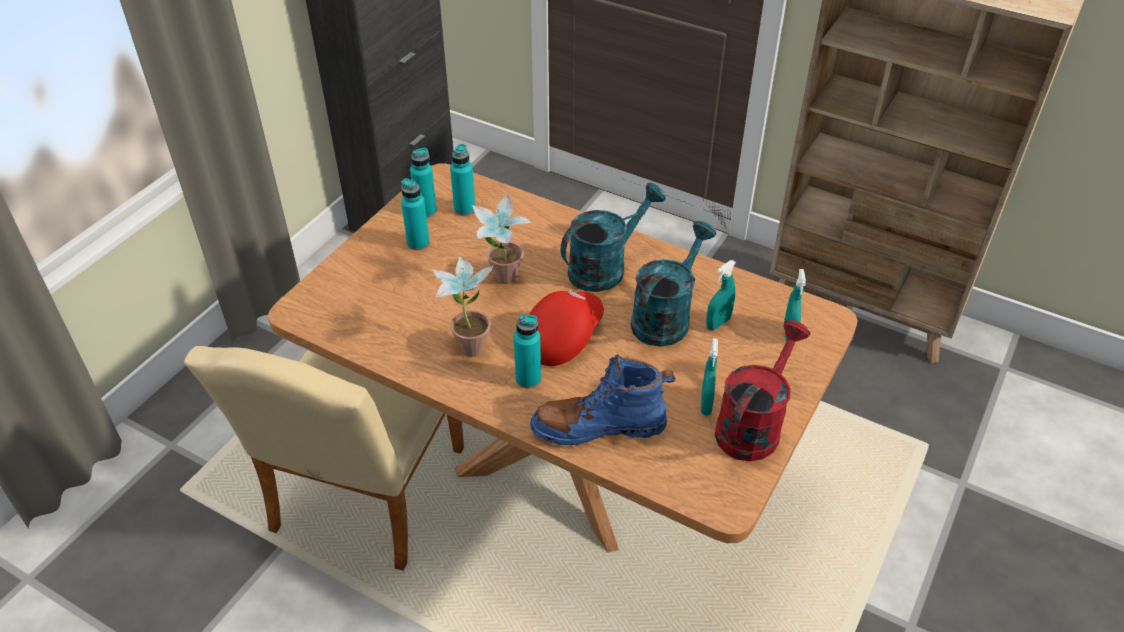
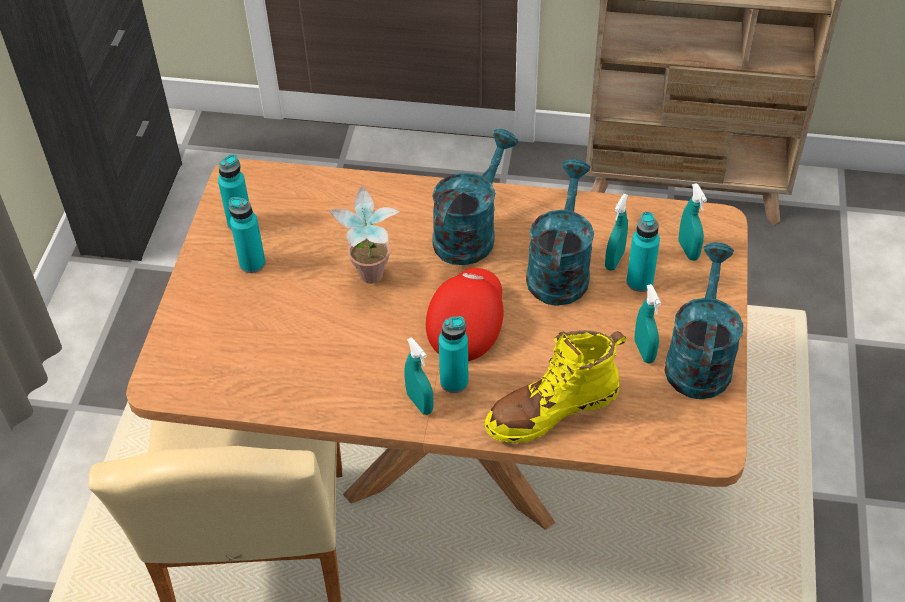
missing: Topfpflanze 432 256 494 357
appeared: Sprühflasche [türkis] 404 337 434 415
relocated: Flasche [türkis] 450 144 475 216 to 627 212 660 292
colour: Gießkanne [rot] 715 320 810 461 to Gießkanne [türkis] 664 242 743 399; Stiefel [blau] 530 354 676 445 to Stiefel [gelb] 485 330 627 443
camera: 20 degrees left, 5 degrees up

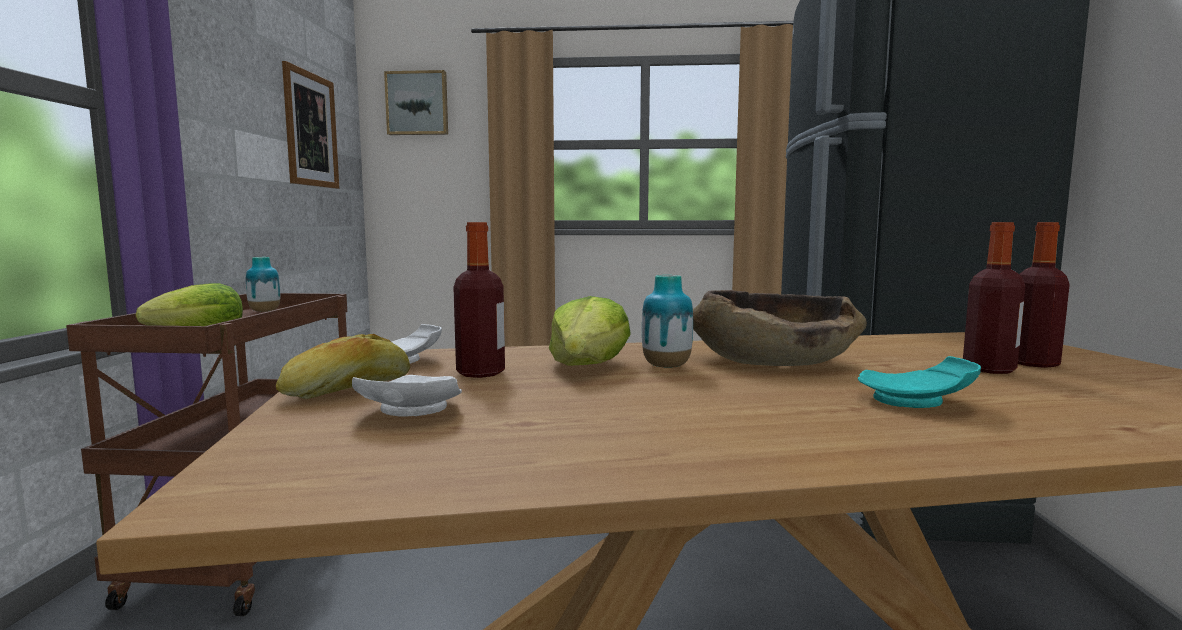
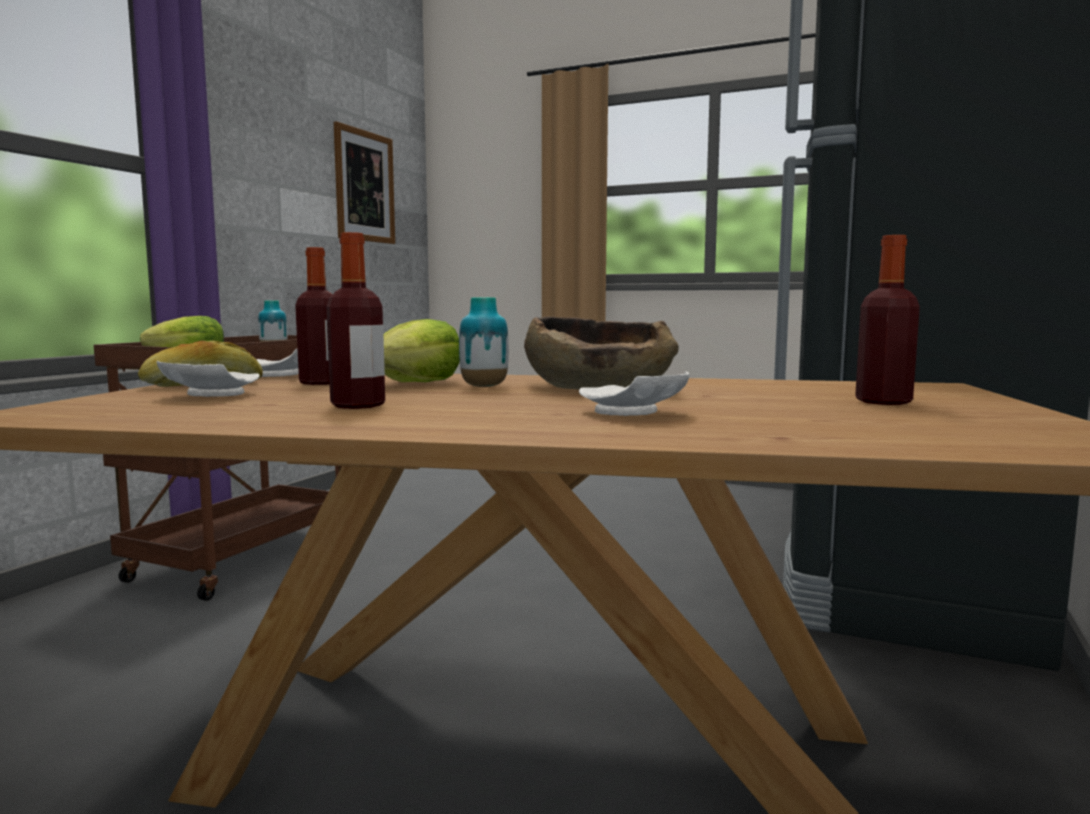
missing: Bild 384 70 448 135
relocated: Flasche 963 222 1025 374 to 326 232 385 409
colour: Teller [türkis] 858 356 981 408 to Teller [weiß] 579 372 689 416
camera: 20 degrees right, 0 degrees up

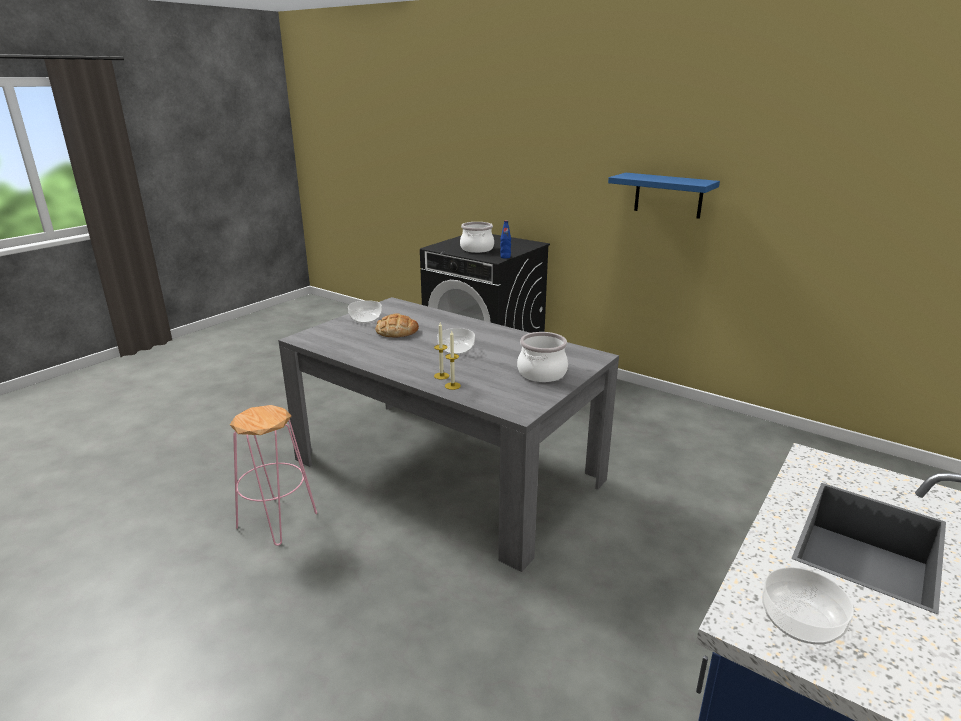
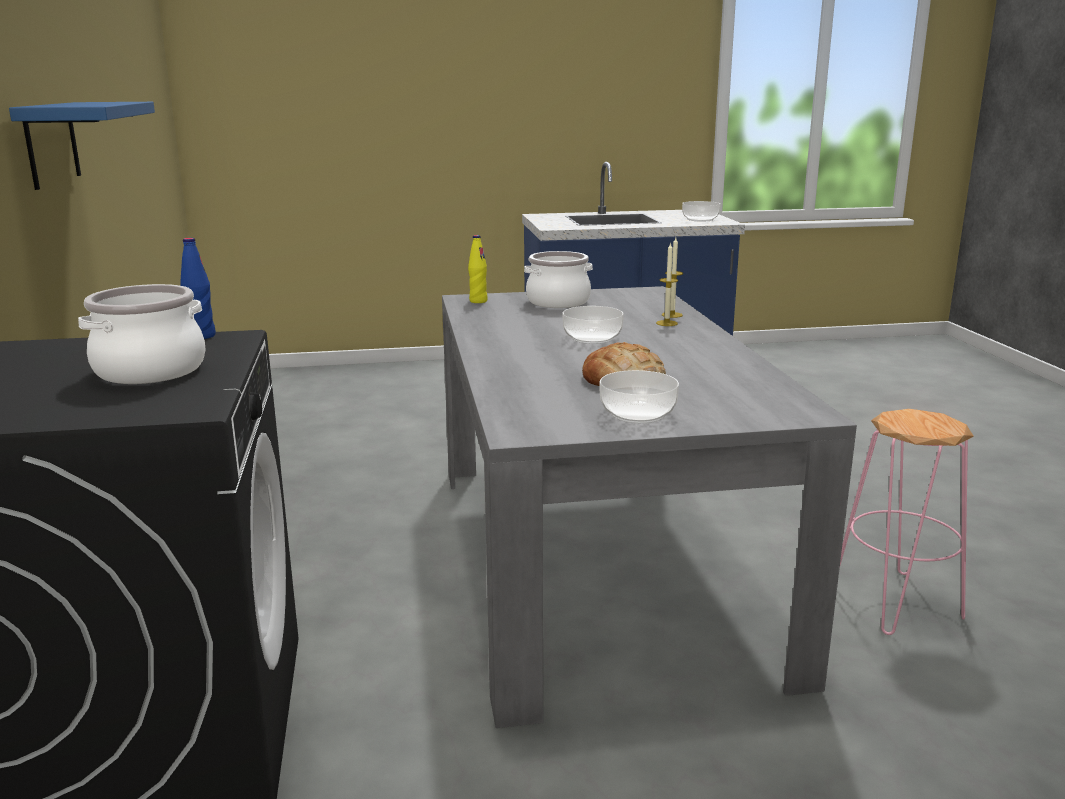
appeared: Flasche [gelb] 468 235 488 303
camera: 135 degrees left, 5 degrees down

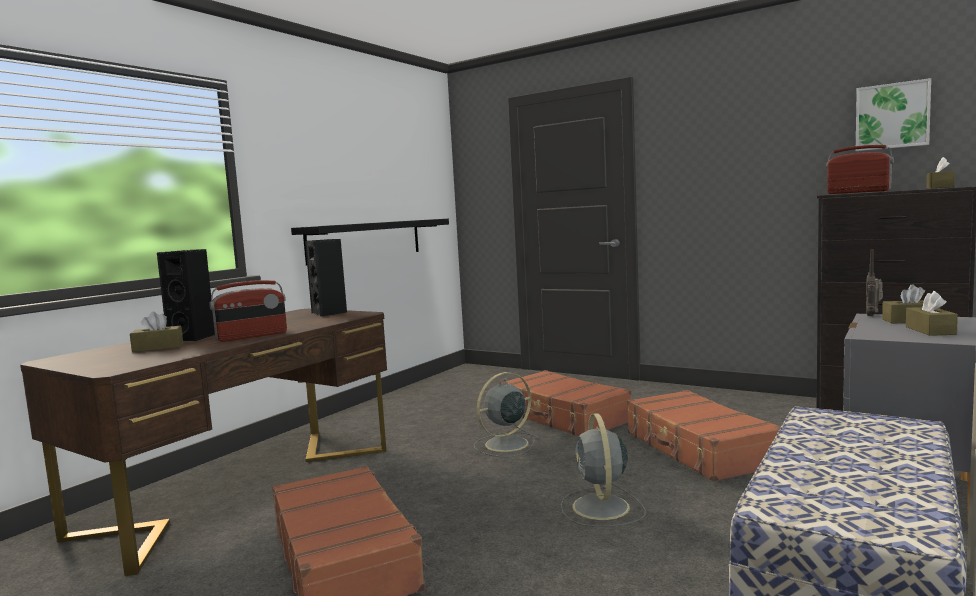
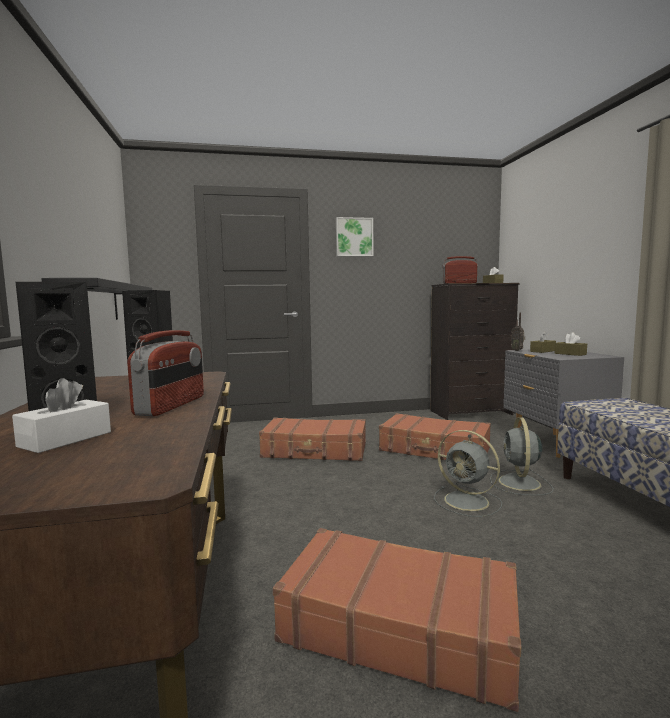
relocated: Bild 856 78 931 151 to 336 217 373 257; Ventilator [grau] 474 372 540 457 to 490 417 553 496
colour: Taschentuchbox [braun] 130 312 183 352 to Taschentuchbox [weiß] 12 378 111 453
camera: 45 degrees left, 0 degrees up

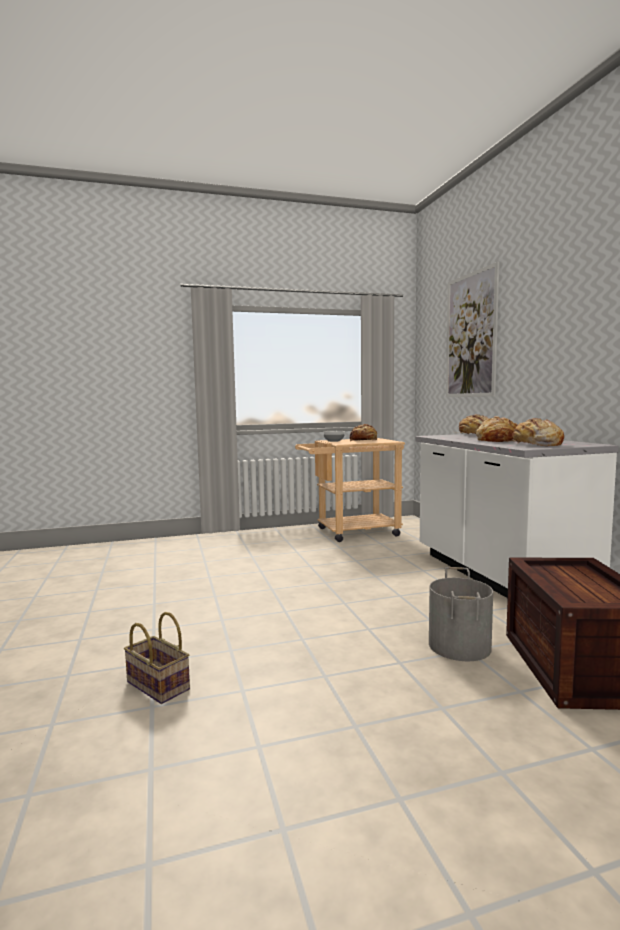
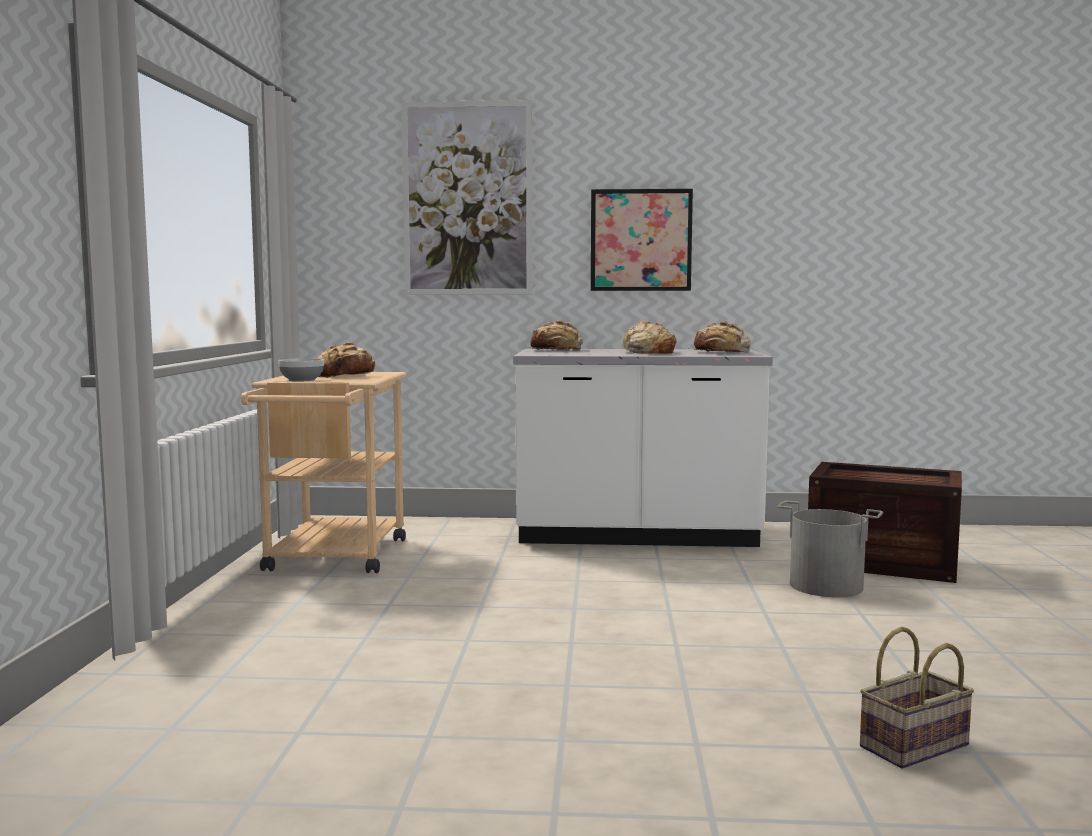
appeared: Bild 591 189 693 291
camera: 70 degrees left, 0 degrees up

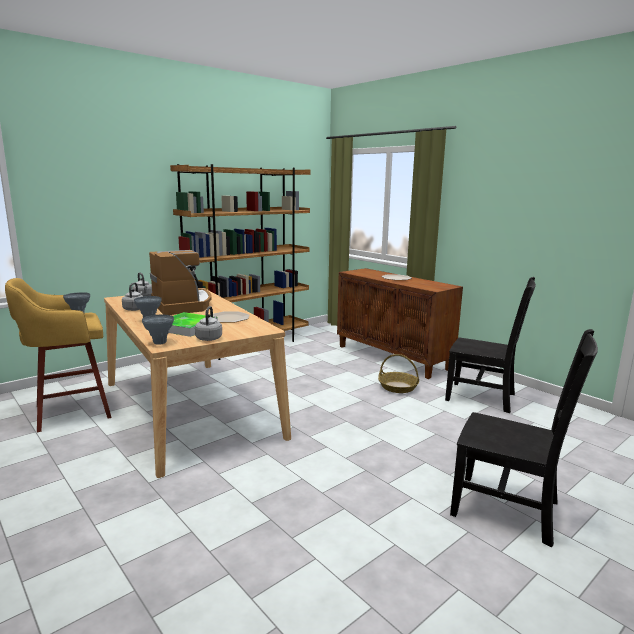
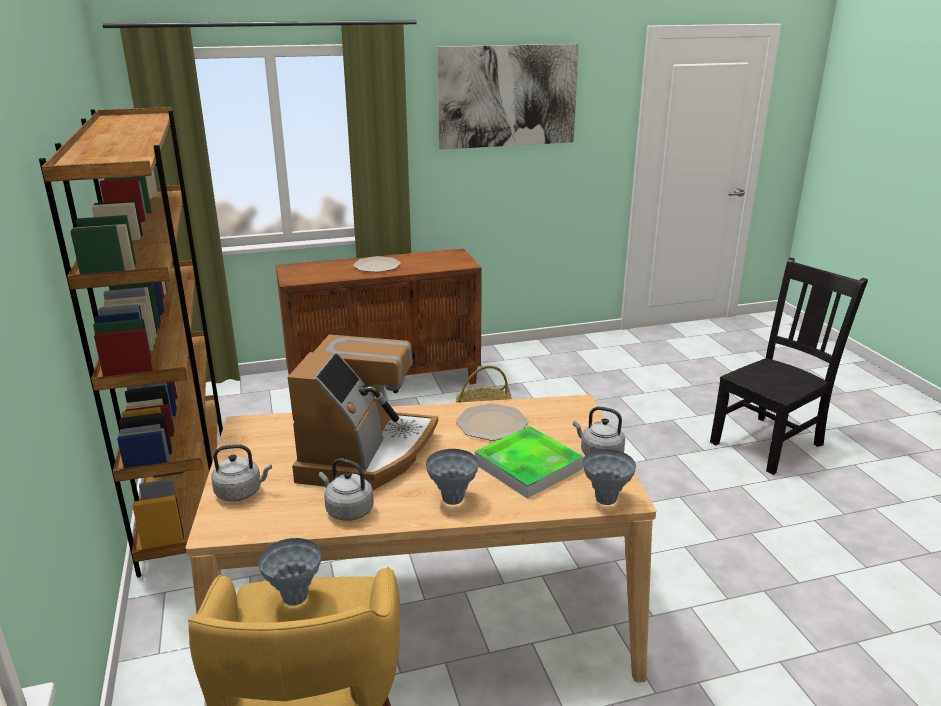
missing: Stuhl [schwarz] 445 277 536 413
appeared: Bild 437 44 579 150
spun: Kaffeemaschine 149 250 212 315 = 288 335 438 490 105 degrees clockwise
camera: 65 degrees left, 10 degrees up

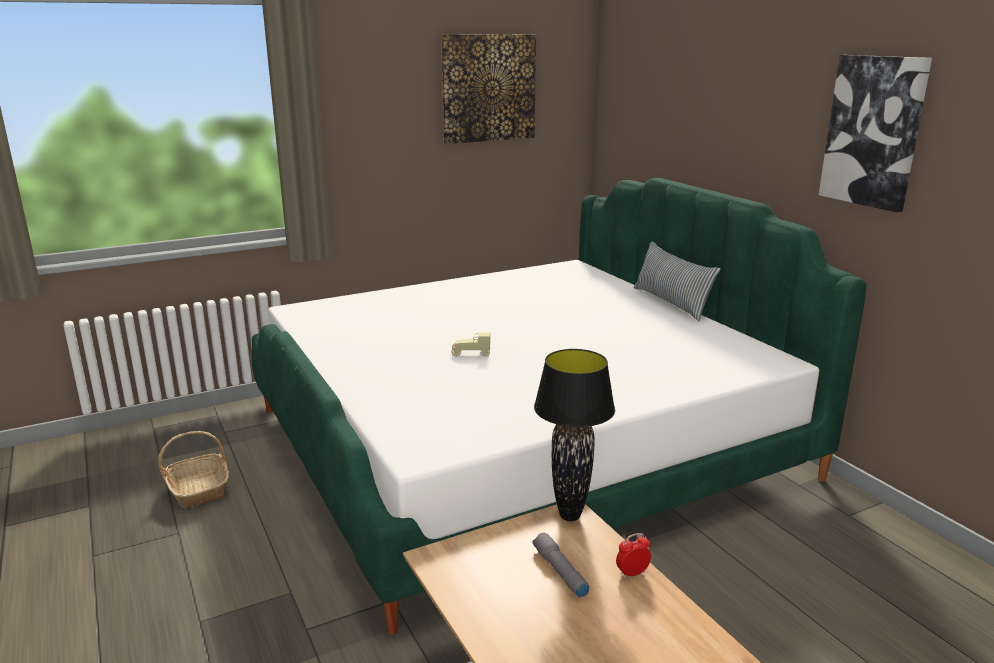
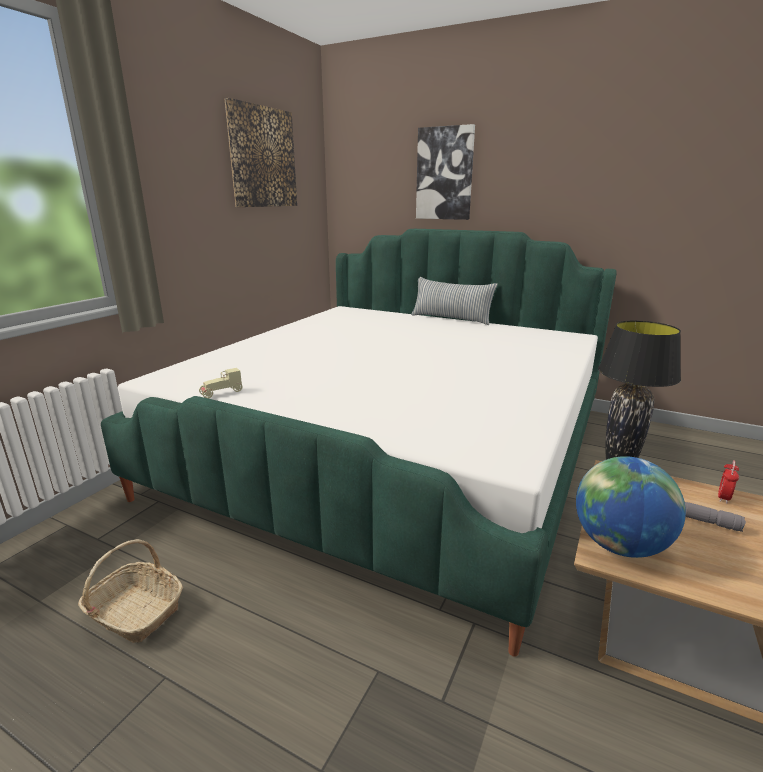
appeared: Globus 576 456 686 558
relocated: Bild 819 55 932 212 to 416 124 475 220; Spielzeugauto [beige] 451 332 490 356 to 199 368 242 398
camera: 35 degrees left, 0 degrees up

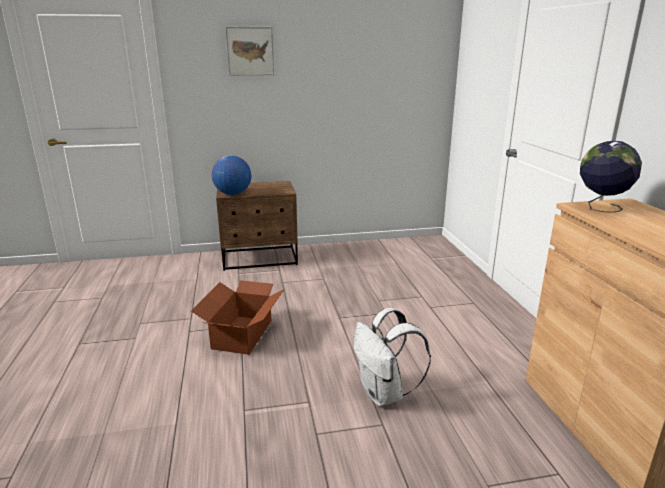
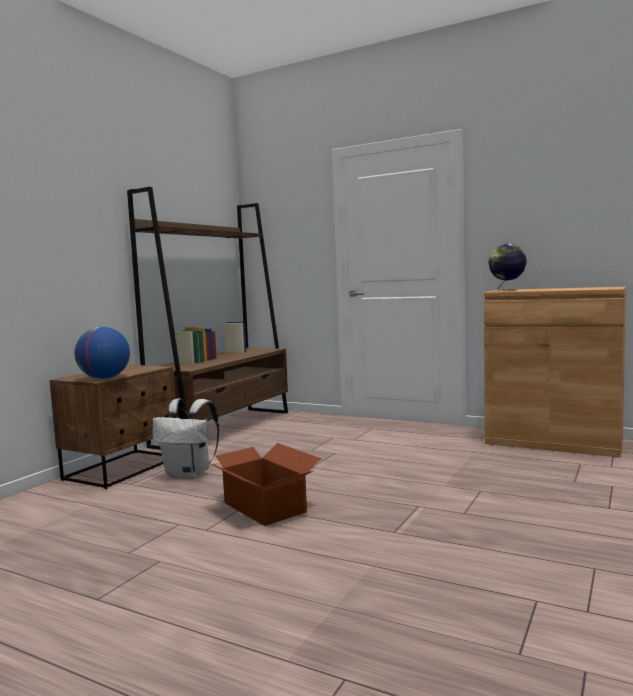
missing: Bild 226 27 274 76
appeared: Bücherregal [braun] 127 187 288 450
relocated: Rucksack [weiß] 354 308 431 406 to 153 398 219 479
camera: 50 degrees left, 15 degrees down

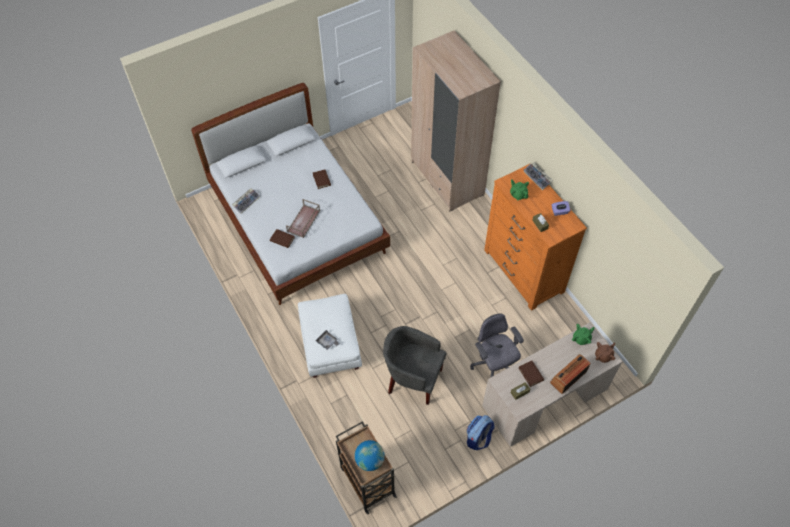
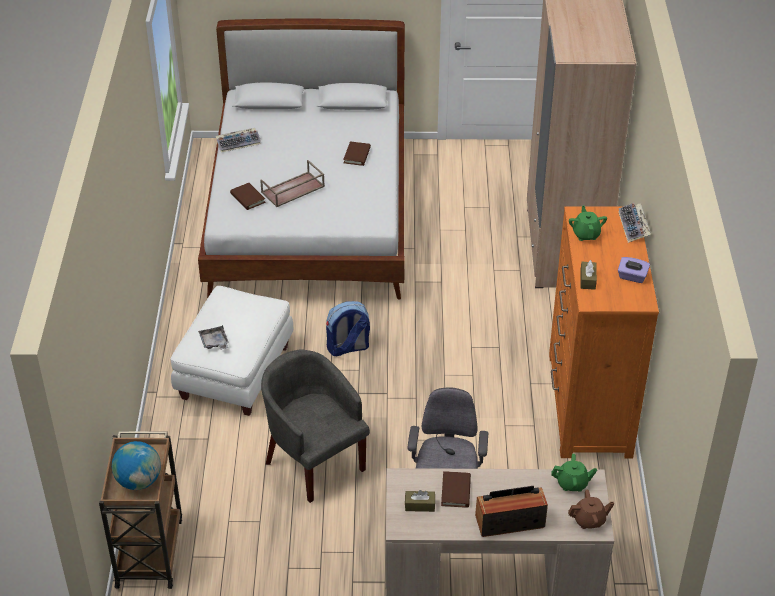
relocated: Rucksack 467 415 495 450 to 326 301 370 356
camera: 30 degrees right, 15 degrees down

